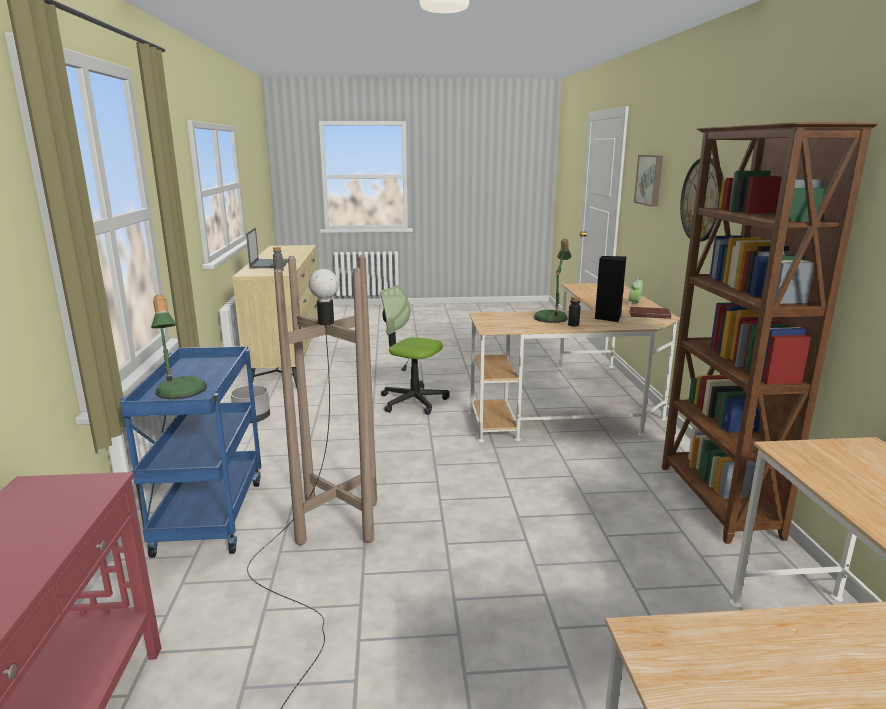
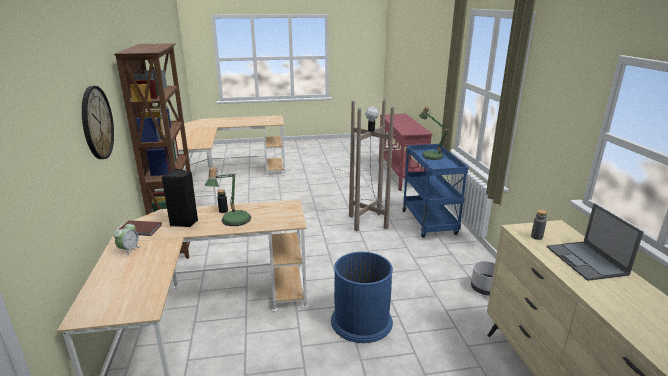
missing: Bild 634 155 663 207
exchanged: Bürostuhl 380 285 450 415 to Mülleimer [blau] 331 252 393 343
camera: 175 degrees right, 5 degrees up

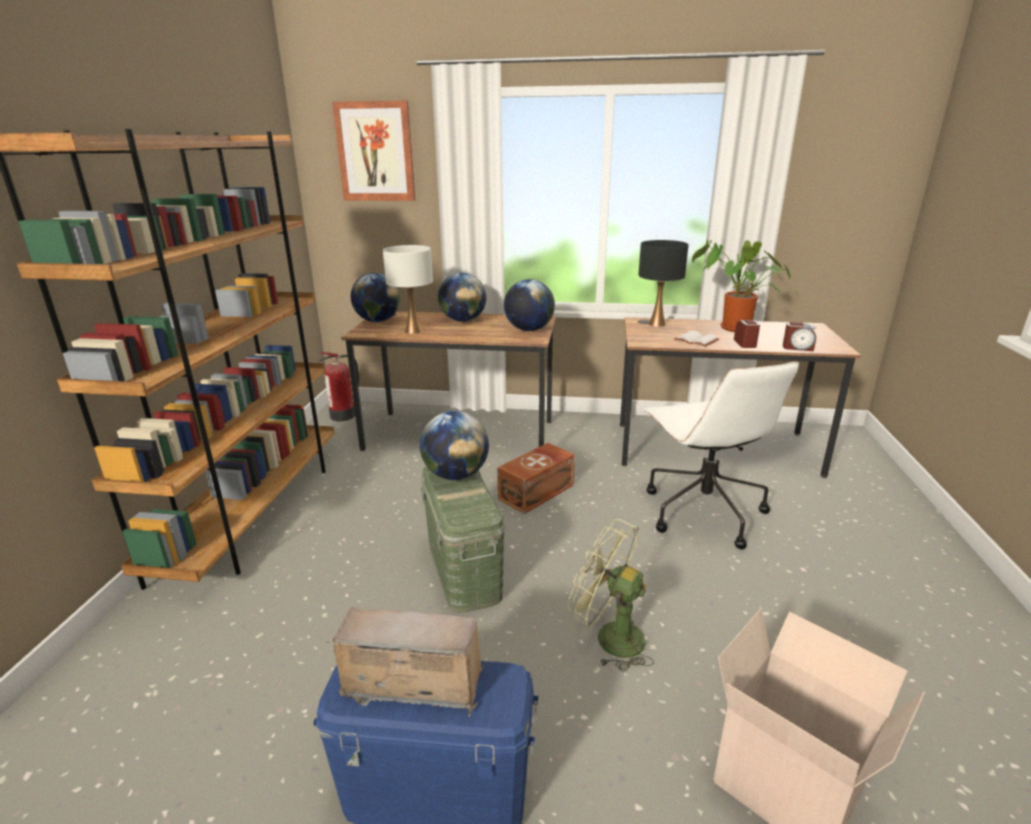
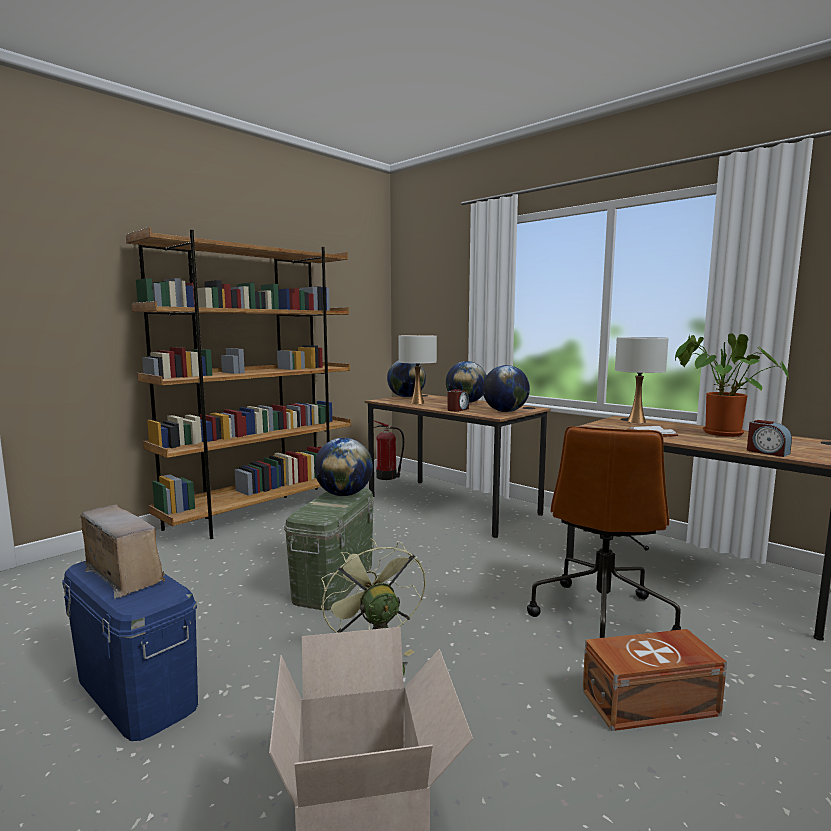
missing: Bild 332 101 415 201
relocated: Wecker 734 320 760 348 to 447 389 469 412; Aufbewahrungsbox [braun] 497 443 575 514 to 583 629 727 731
colour: Tischlampe [schwarz] 638 240 689 327 to Tischlampe [weiß] 615 337 668 423; Bürostuhl [weiß] 643 361 799 549 to Bürostuhl [braun] 527 426 681 638
camera: 35 degrees right, 15 degrees down

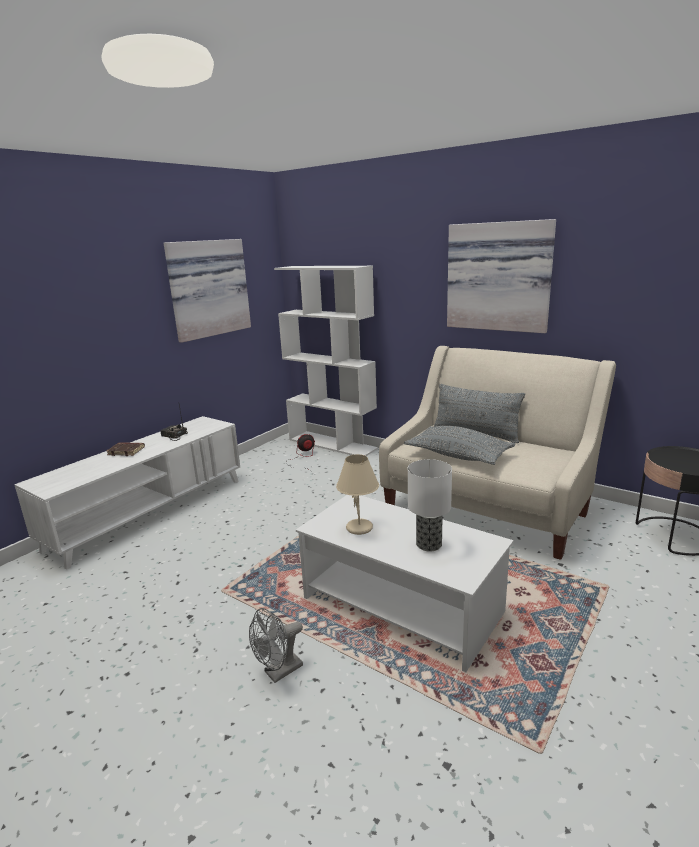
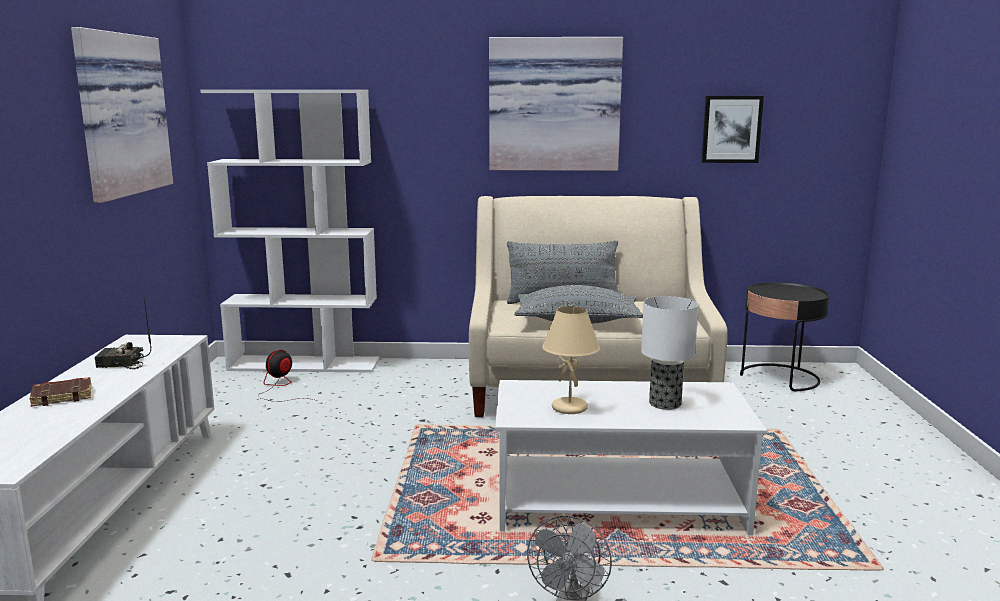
appeared: Bild 702 96 764 163
camera: 35 degrees left, 5 degrees down

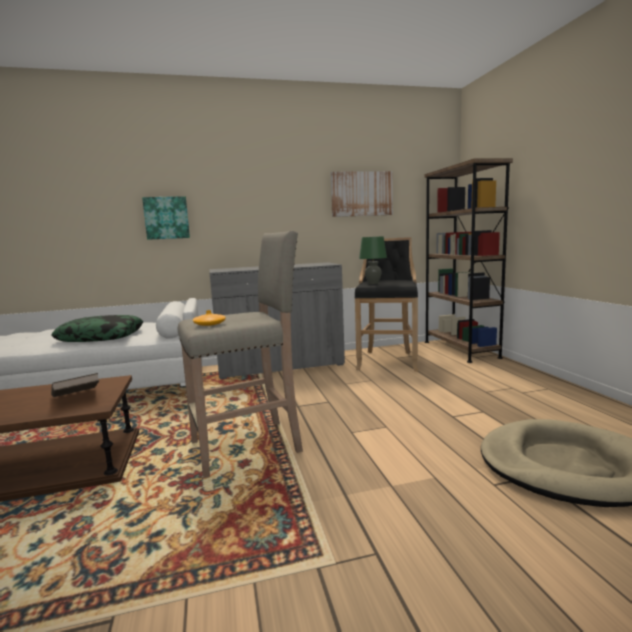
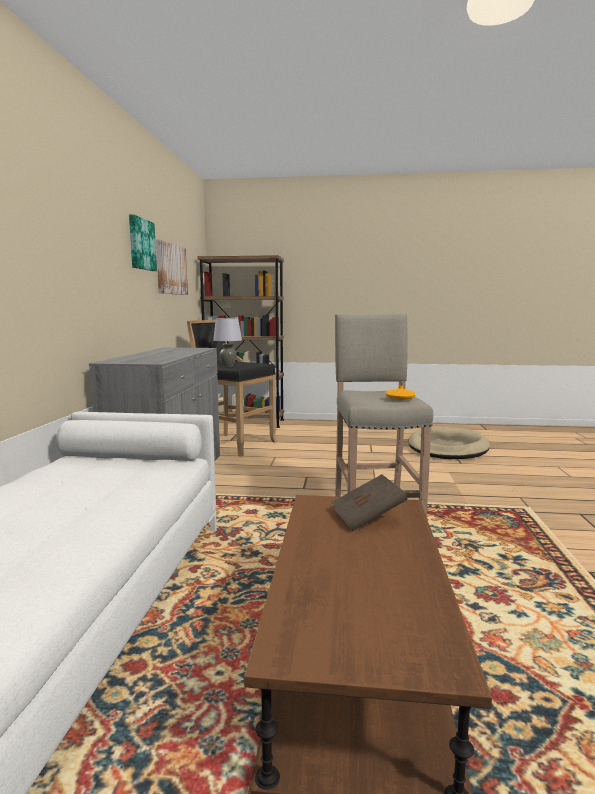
missing: Kissen 51 315 143 342
relocated: Bild 142 196 190 240 to 129 214 157 271
colour: Tischlampe [grün] 359 236 387 284 to Tischlampe [grau] 213 318 242 367
camera: 70 degrees left, 0 degrees up

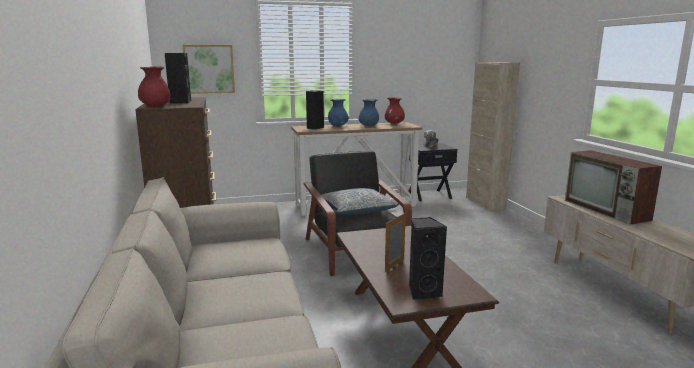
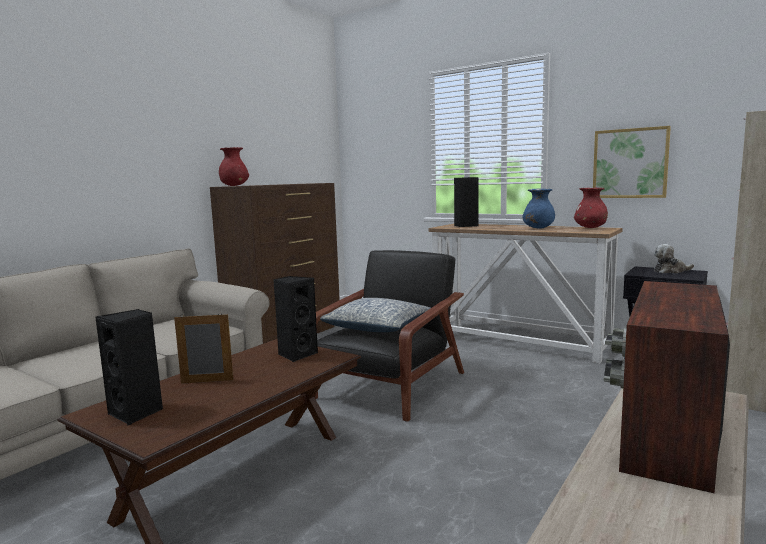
missing: Vase [blau] 328 99 349 126
relocated: Bild 182 45 235 94 to 593 126 671 198; Lautsprecher [schwarz] 165 53 191 103 to 273 276 318 362
camera: 50 degrees right, 5 degrees down

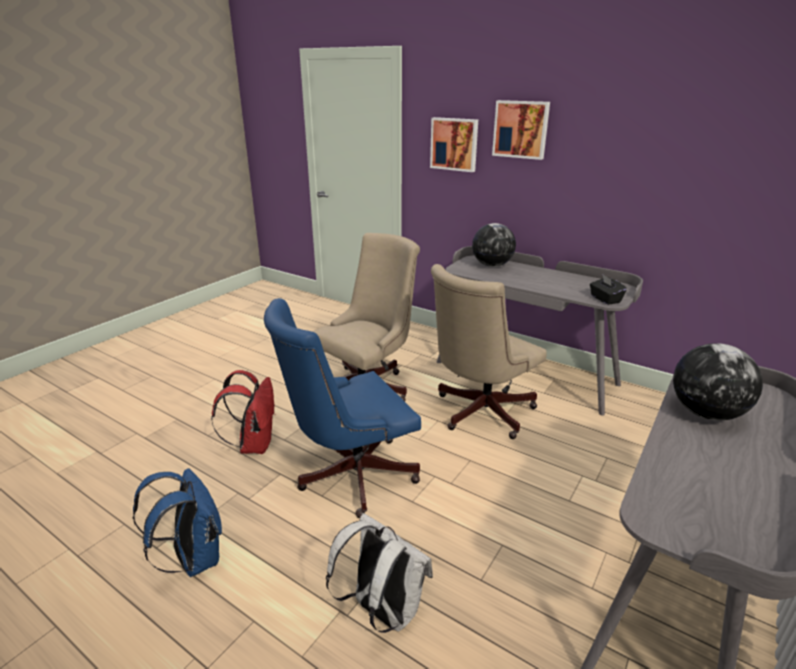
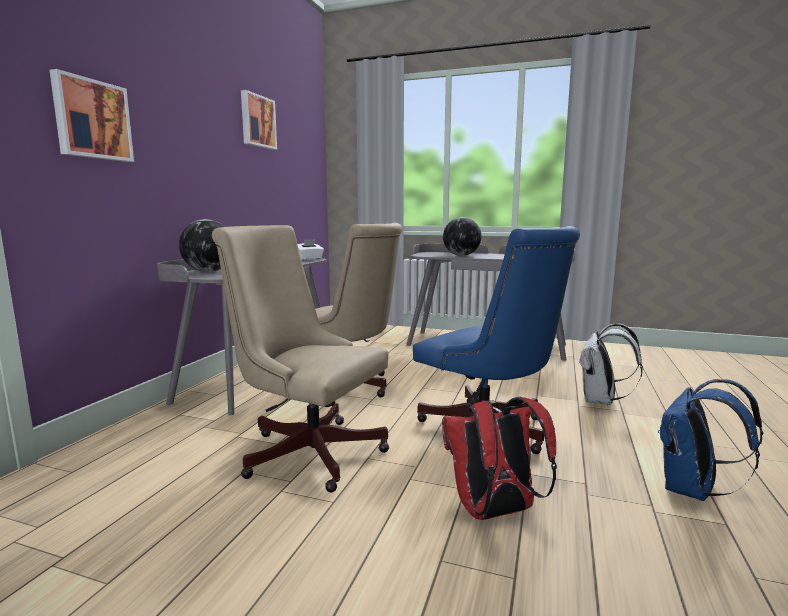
relocated: Bild 492 100 550 160 to 241 90 277 150
colour: Taschentuchbox [schwarz] 590 275 627 305 to Taschentuchbox [weiß] 297 239 324 260
camera: 105 degrees left, 15 degrees down

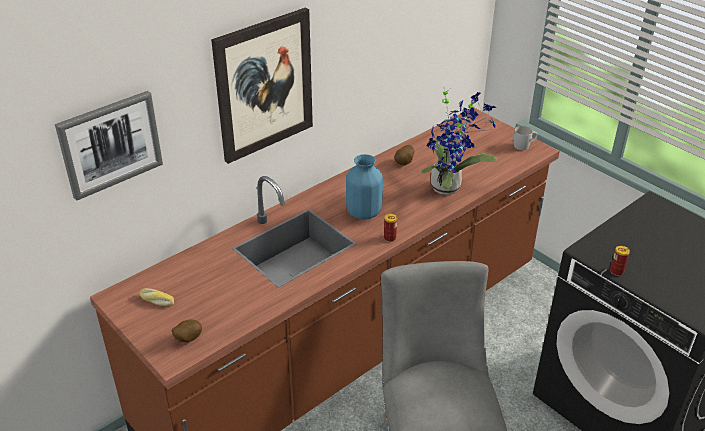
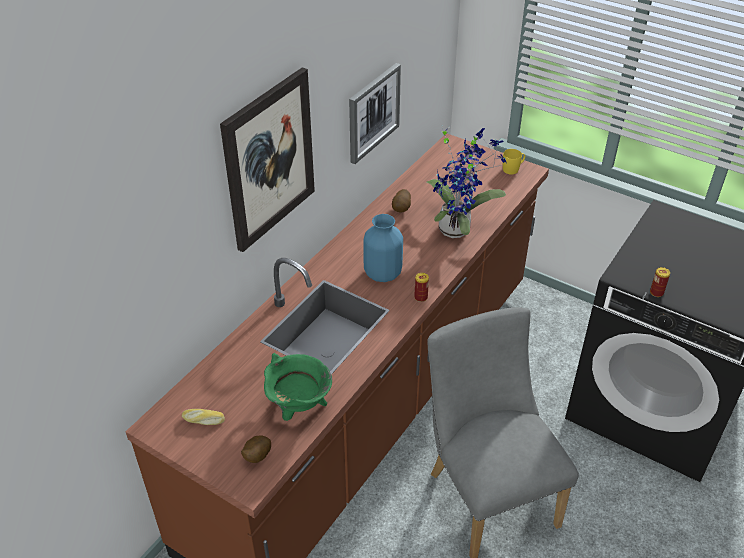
appeared: Kochtopf [grün] 264 353 332 421
relocated: Bild 55 91 163 201 to 349 63 401 164
colour: Henkelbecher [weiß] 514 126 538 150 to Henkelbecher [gelb] 503 149 525 174
camera: 15 degrees left, 5 degrees up

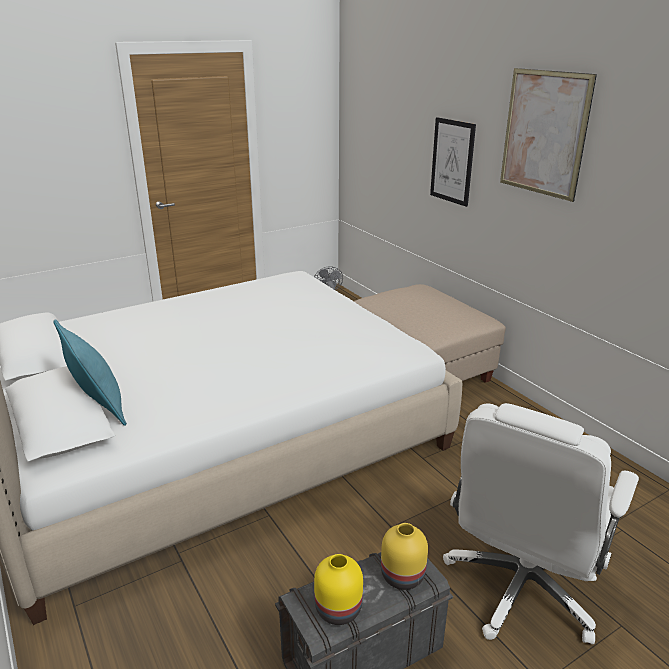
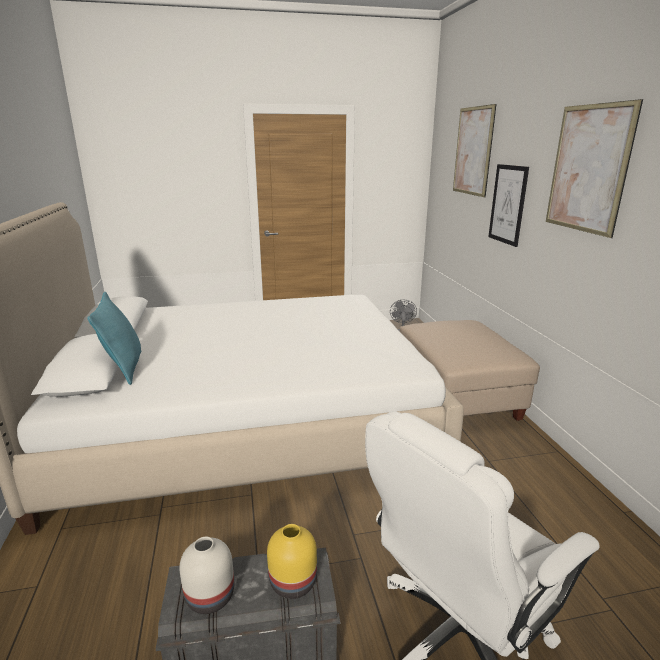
appeared: Bild 453 104 496 197
colour: Vase [gelb] 314 554 363 625 to Vase [weiß] 179 537 234 614
camera: 20 degrees right, 5 degrees down

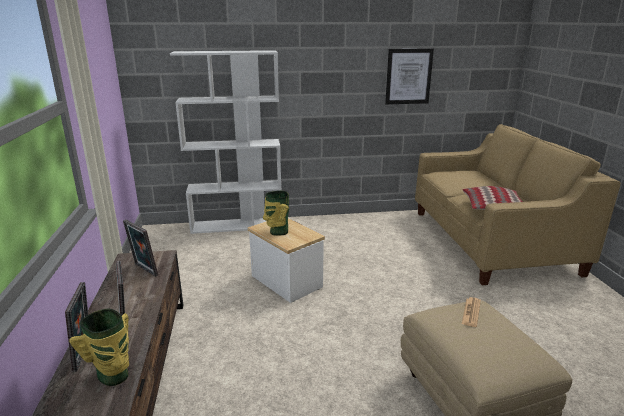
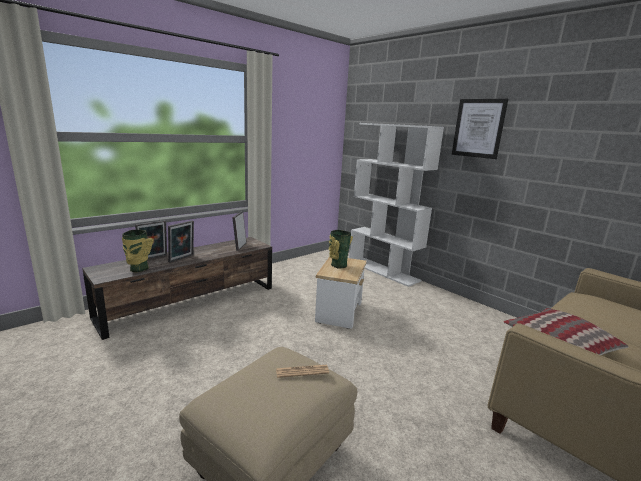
relocated: Bild 385 49 434 104 to 452 99 508 159
camera: 55 degrees right, 5 degrees down

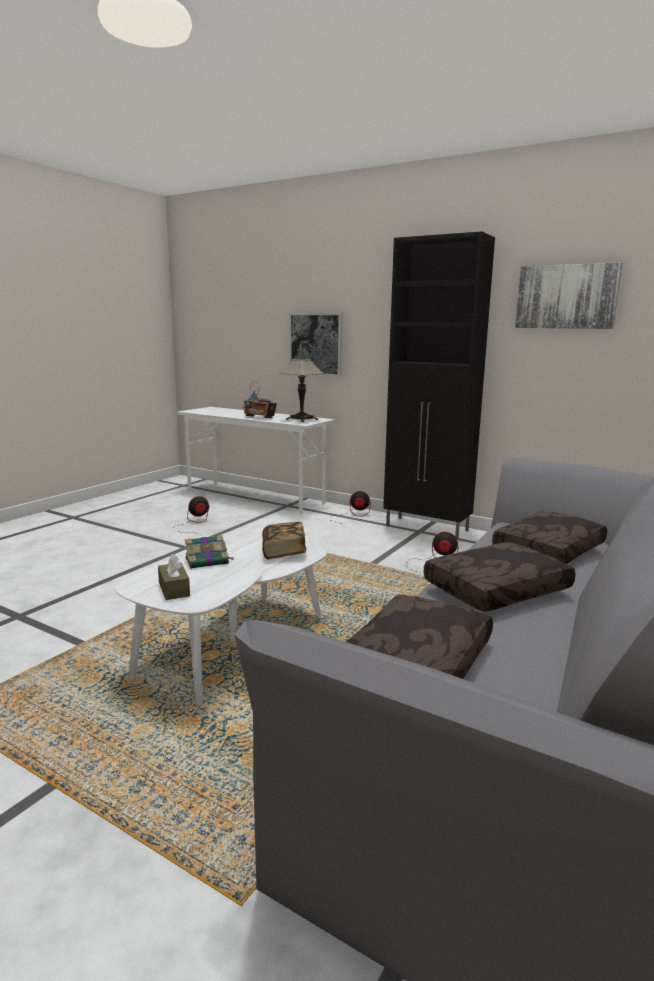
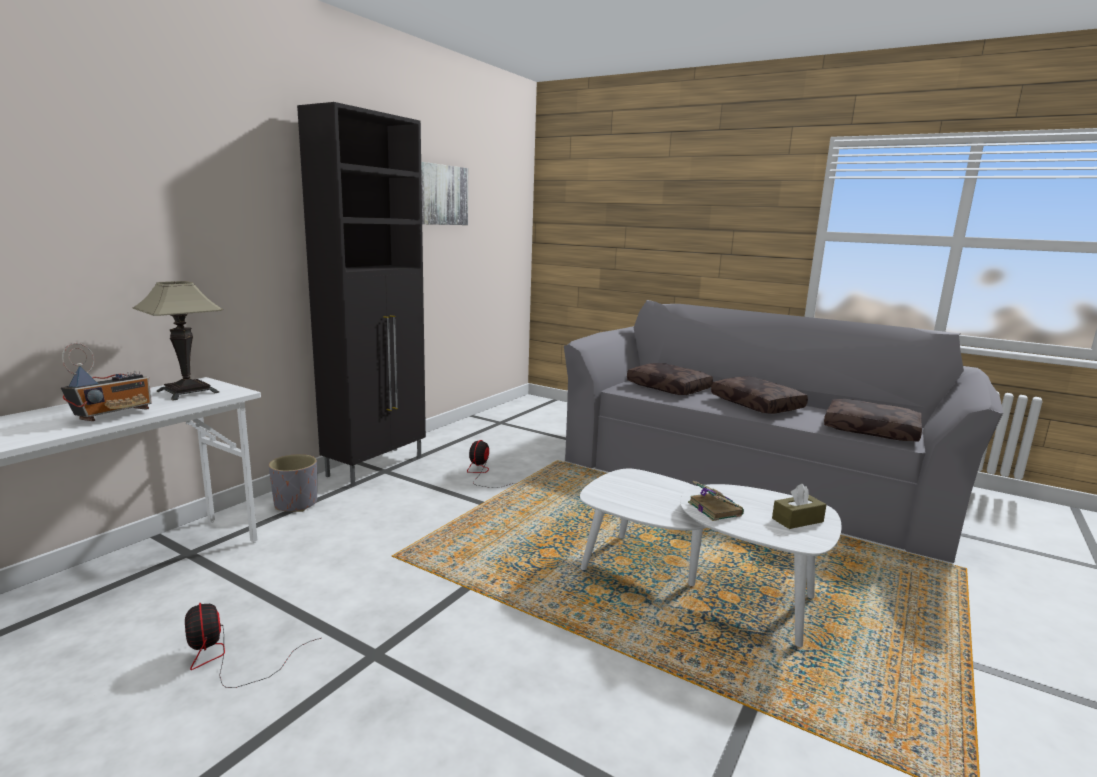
missing: Bild 289 313 343 377; Buch 262 522 306 559
exchanged: Ventilator 330 491 371 525 to Pflanzkübel [grau] 269 454 317 512
camera: 90 degrees left, 0 degrees up

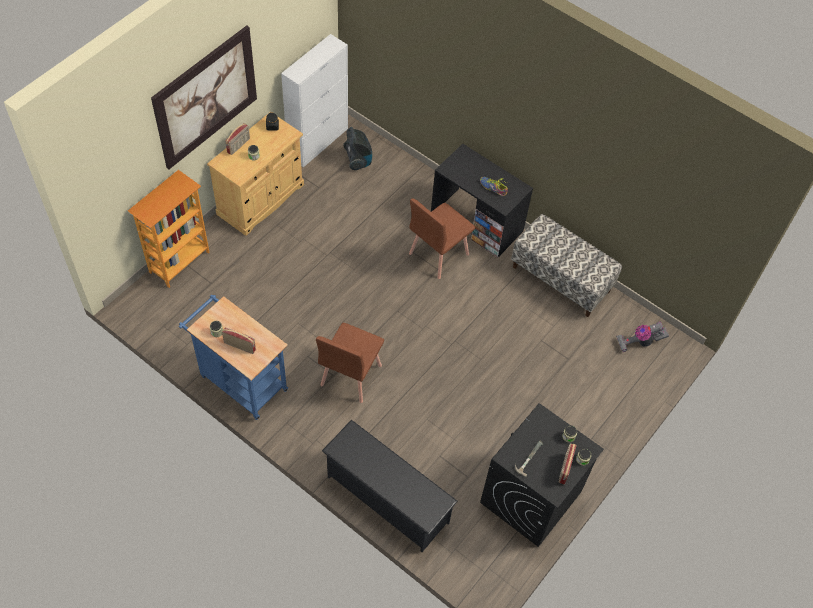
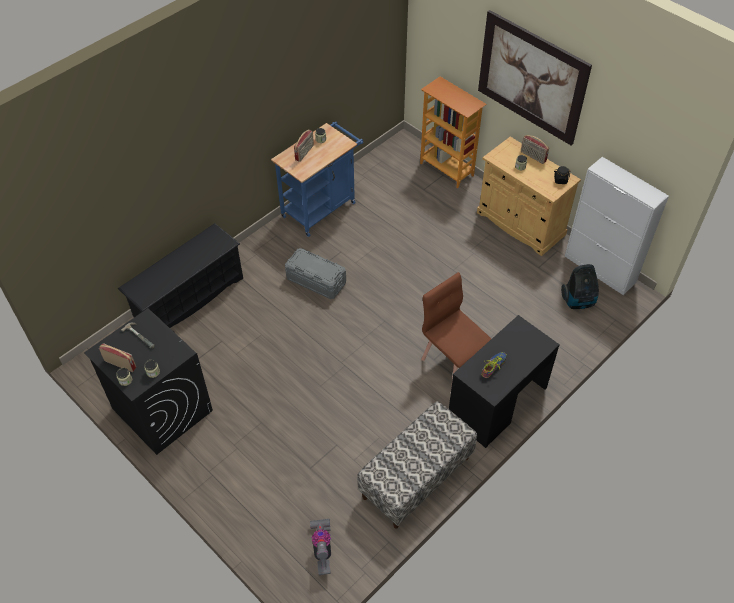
exchanged: Stuhl [braun] 316 323 384 403 to Aufbewahrungsbox [grau] 285 248 346 299
camera: 100 degrees right, 5 degrees down

